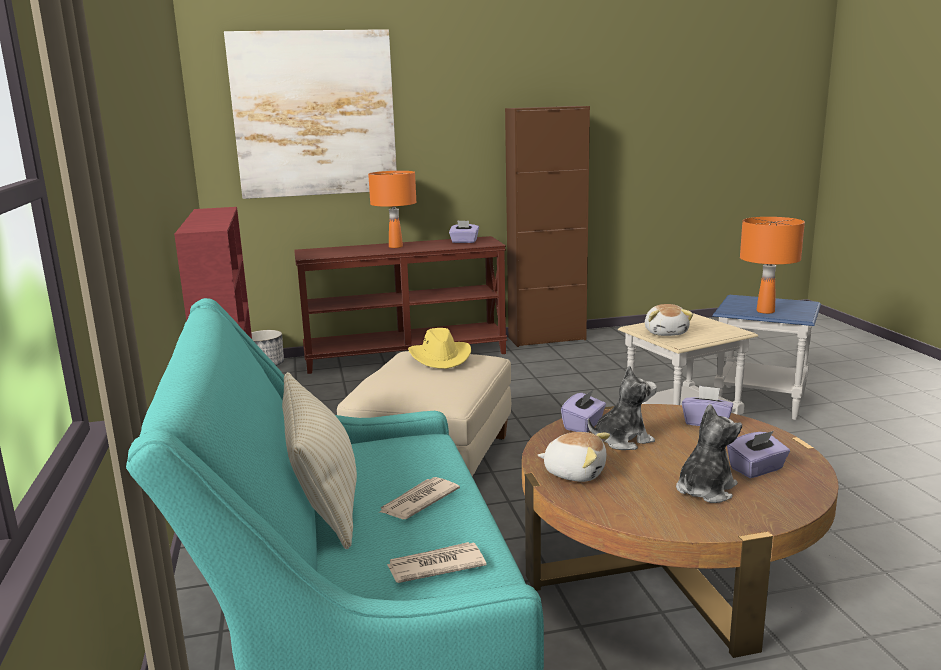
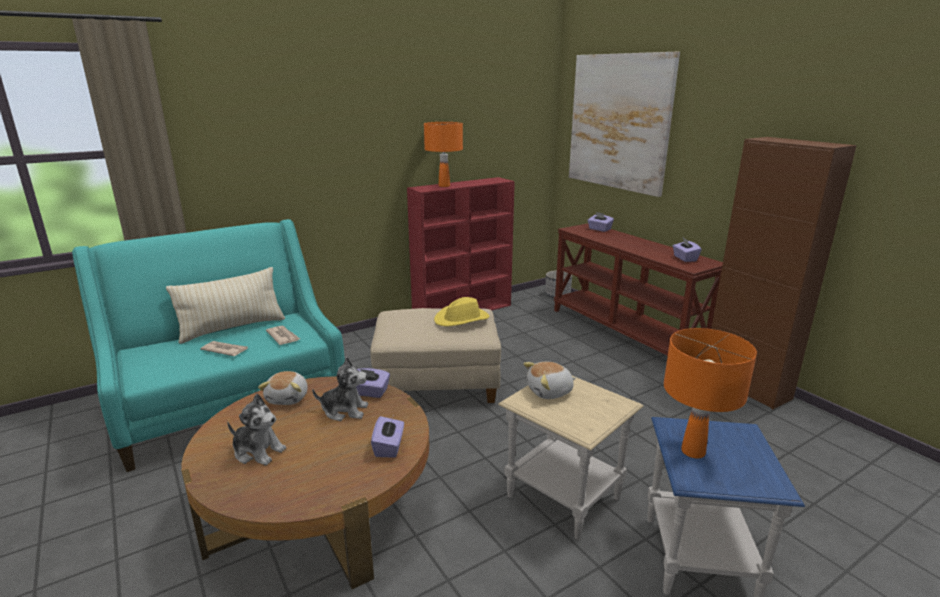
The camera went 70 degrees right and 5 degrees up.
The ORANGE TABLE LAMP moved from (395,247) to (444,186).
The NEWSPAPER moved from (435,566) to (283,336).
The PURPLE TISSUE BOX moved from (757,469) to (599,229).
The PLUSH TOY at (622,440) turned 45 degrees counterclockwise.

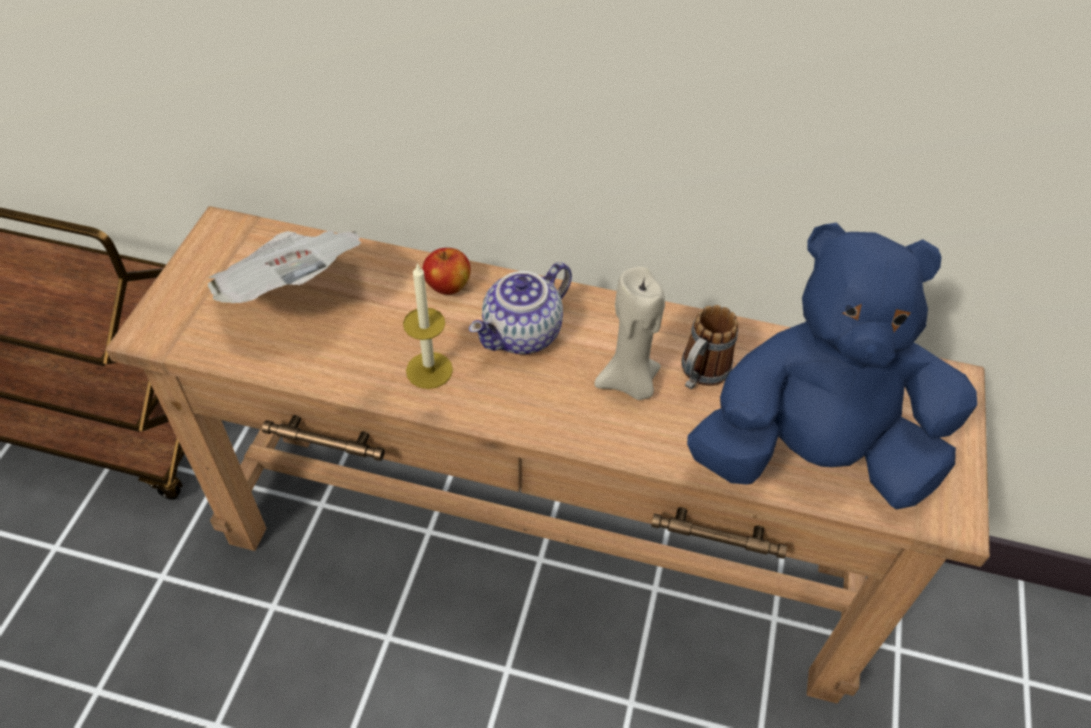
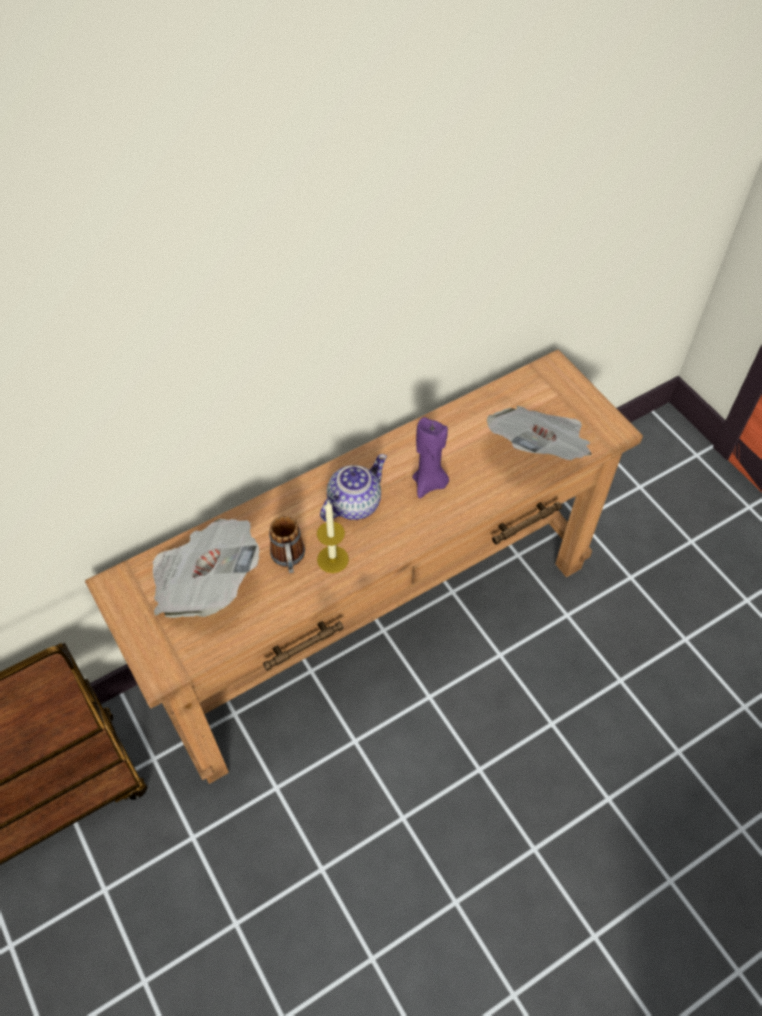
The camera went 45 degrees left and 5 degrees up.
The APPLE at (448,286) disappeared.
The MUG moved from (699,375) to (289,560).
The BLUE PLUSH TOY at (813,455) was replaced by the NEWSPAPER at (539,449).
The BEIGE CANDLE at (629,383) became the PURPLE CANDLE at (429,483).
The TEAPOT at (523,335) turned 135 degrees counterclockwise.

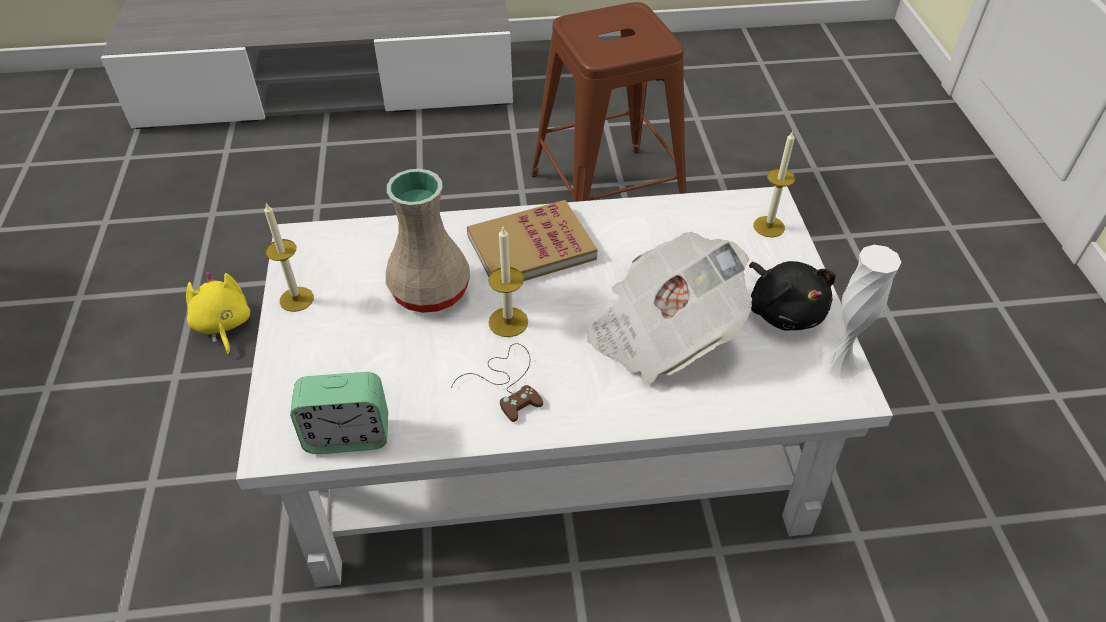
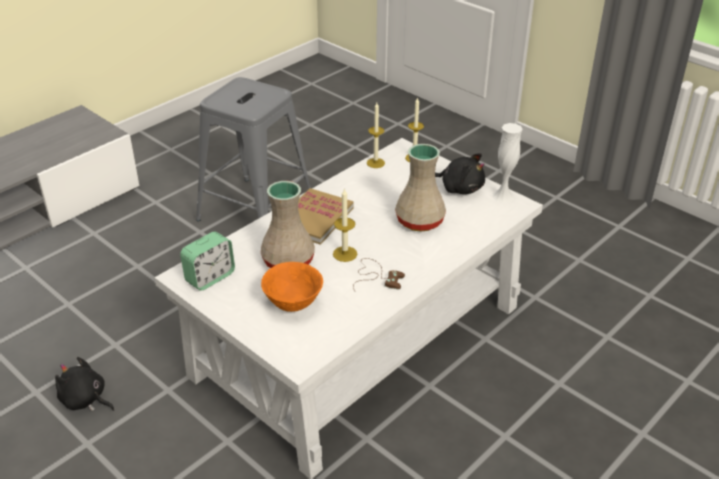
The camera went 40 degrees left and 10 degrees down.
The ORANGE BOWL at (293,304) appeared.
The CANDLE moved from (296,299) to (375,163).
The ALARM CLOCK moved from (348,435) to (210,277).
The NEWSPAPER at (662,333) was replaced by the BEIGE VASE at (420,222).
The YELLOW PLUSH TOY at (223,325) became the BLACK PLUSH TOY at (85,400).
The BROWN STOOL at (606,197) became the GREY STOOL at (256,211).

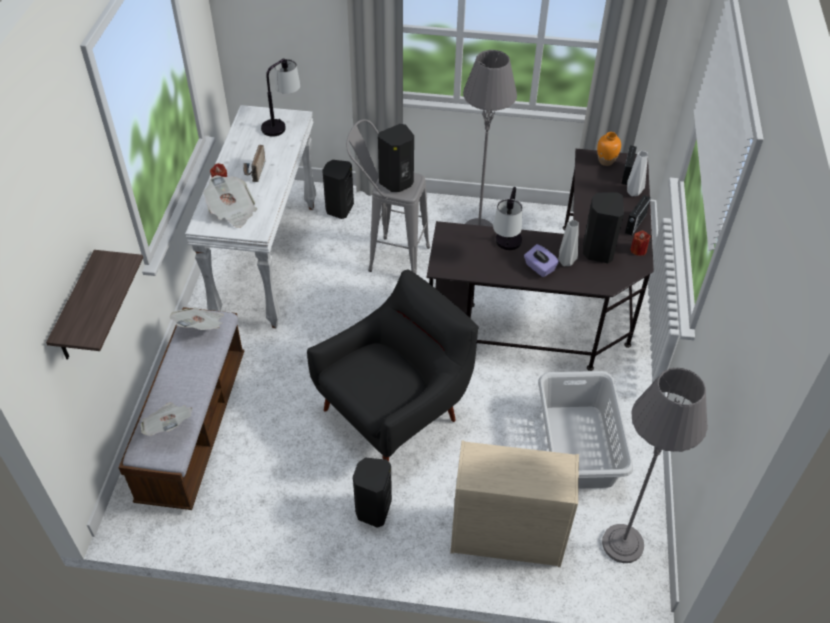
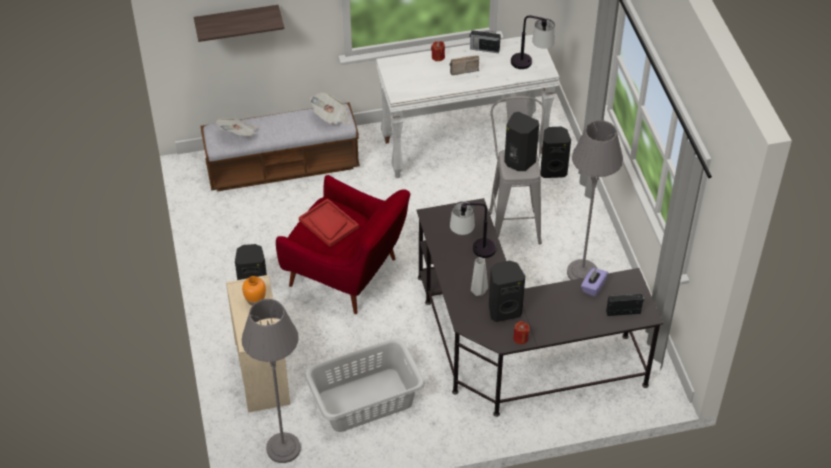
The camera went 70 degrees right and 0 degrees up.
The NEWSPAPER at (232,211) disappeared.
The WHITE VASE at (634,193) disappeared.
The RED TRAY at (328,224) appeared.
The PURPLE TISSUE BOX moved from (539,268) to (593,287).
The ORANGE VASE moved from (606,161) to (255,301).
The RADIO moved from (635,224) to (484,49).
The BLACK ARMCHAIR at (395,411) became the RED ARMCHAIR at (348,275).

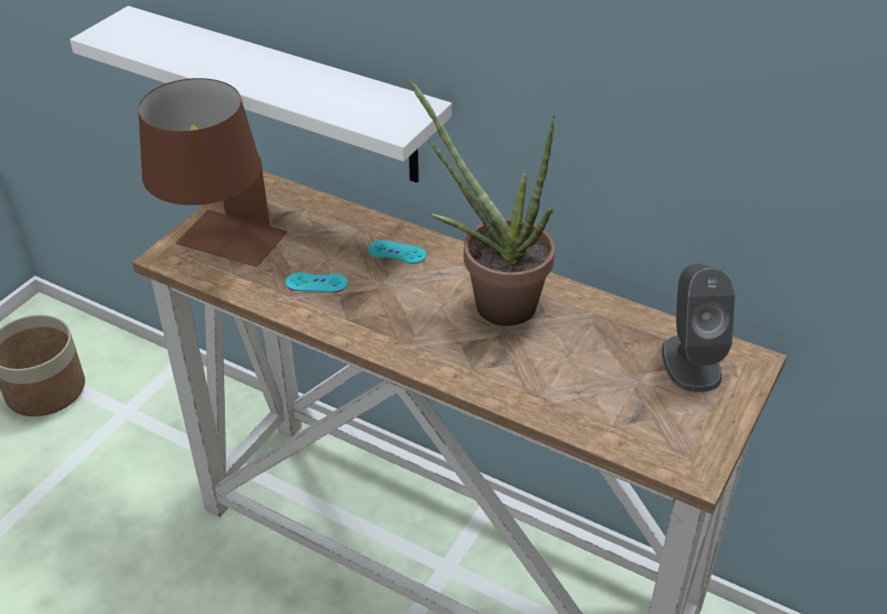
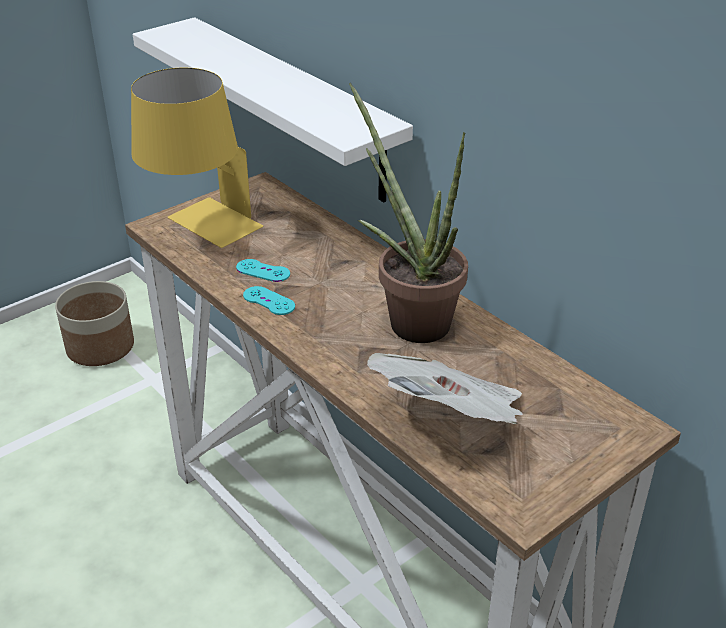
The camera went 20 degrees right and 5 degrees down.
The GREY SPEAKER at (691,362) disappeared.
The NEWSPAPER at (451,418) appeared.
The TURQUOISE GAME CONTROLLER moved from (397,252) to (269,301).
The BROWN TABLE LAMP at (221,250) became the YELLOW TABLE LAMP at (200,229).

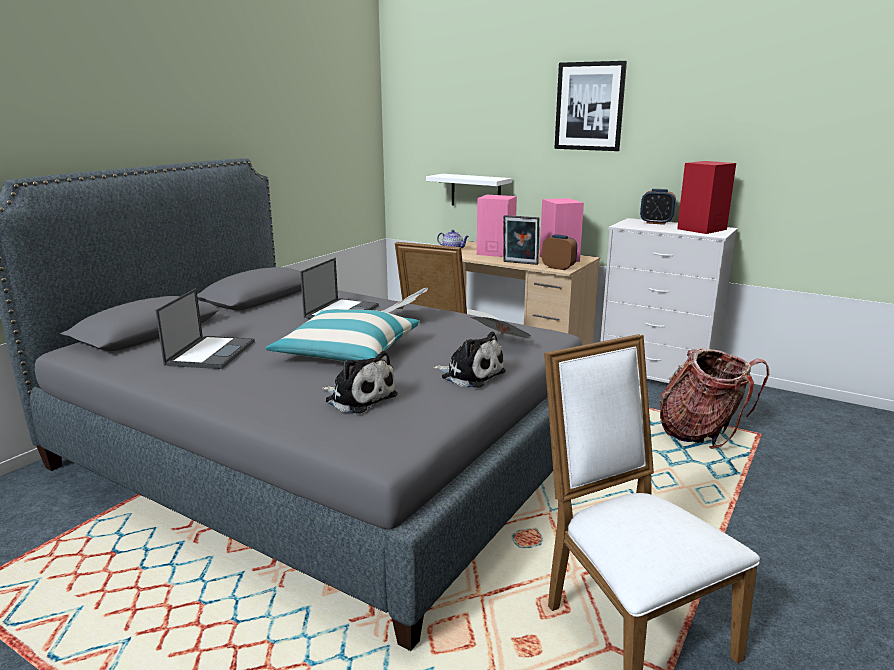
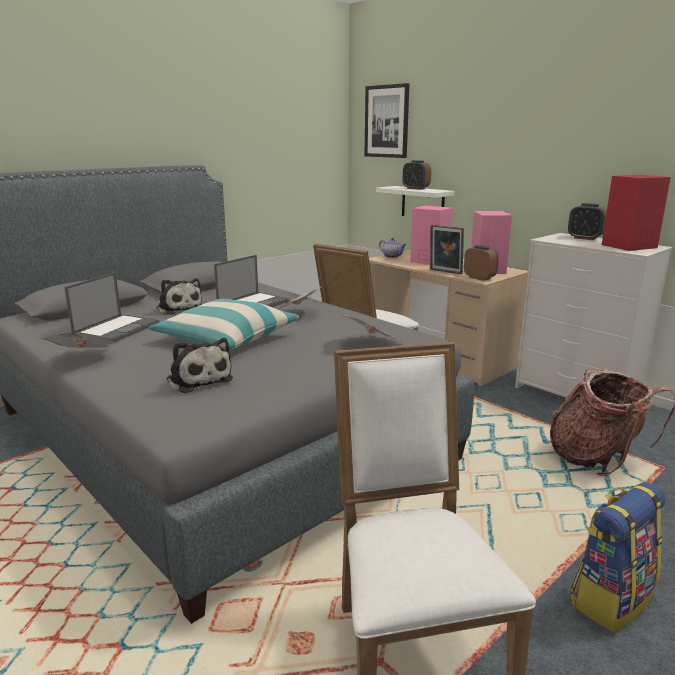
The camera went 15 degrees right and 0 degrees up.
The NEWSPAPER at (84,358) appeared.
The ALARM CLOCK at (416,189) appeared.
The BACKPACK at (610,598) appeared.
The PLUSH TOY moved from (470,375) to (179,308).
The PICTURE moved from (589,106) to (386,121).

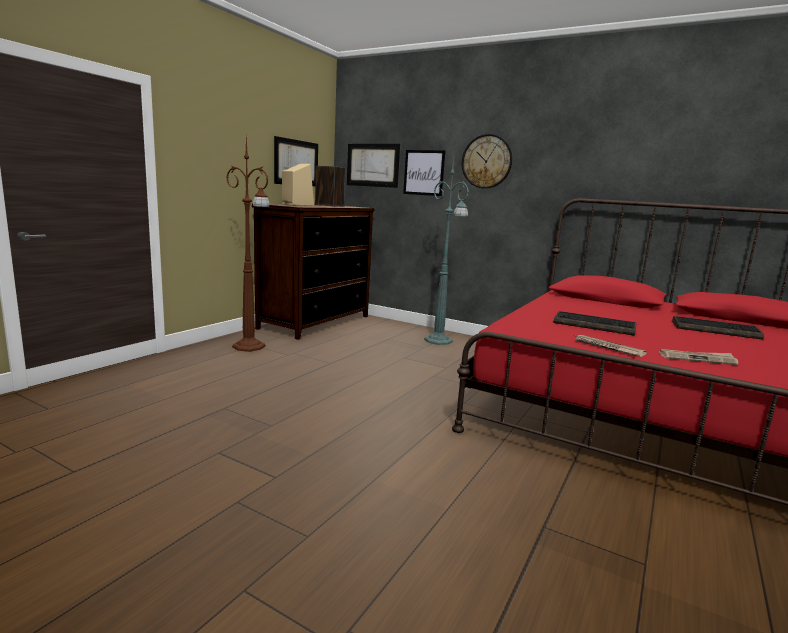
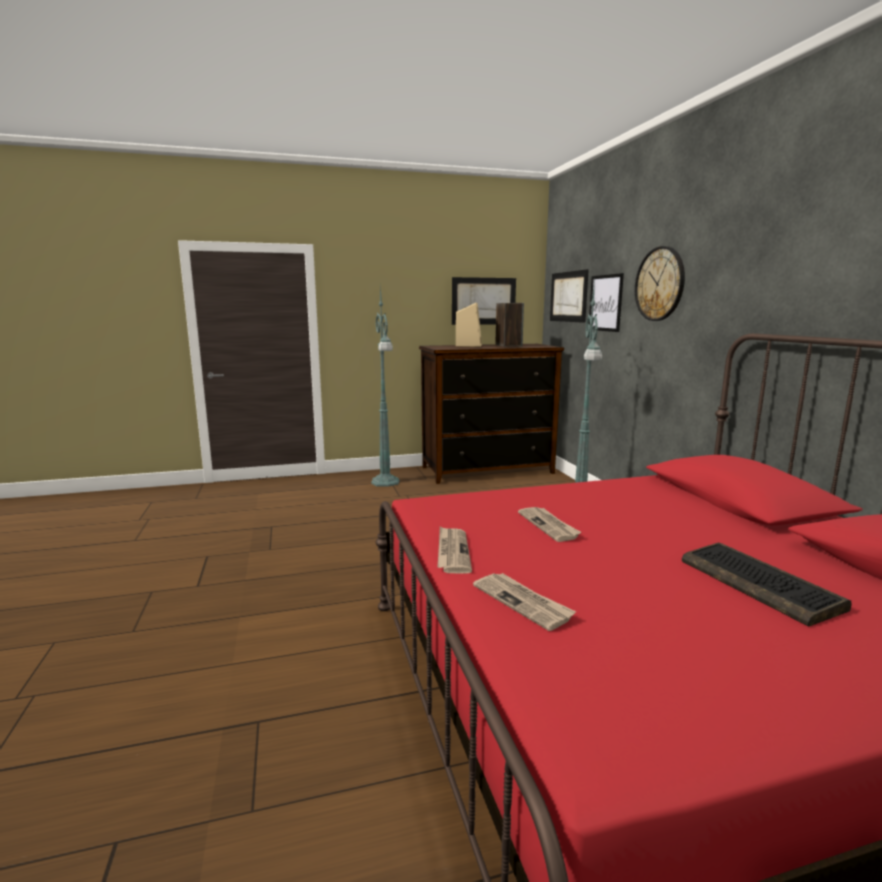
The camera went 45 degrees right and 0 degrees up.
The KEYBOARD at (595,325) was replaced by the NEWSPAPER at (549,525).
The BROWN FLOOR LAMP at (250,347) became the GREEN FLOOR LAMP at (385,482).

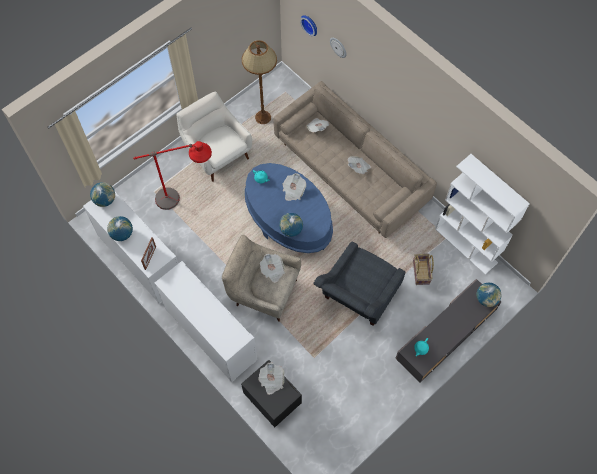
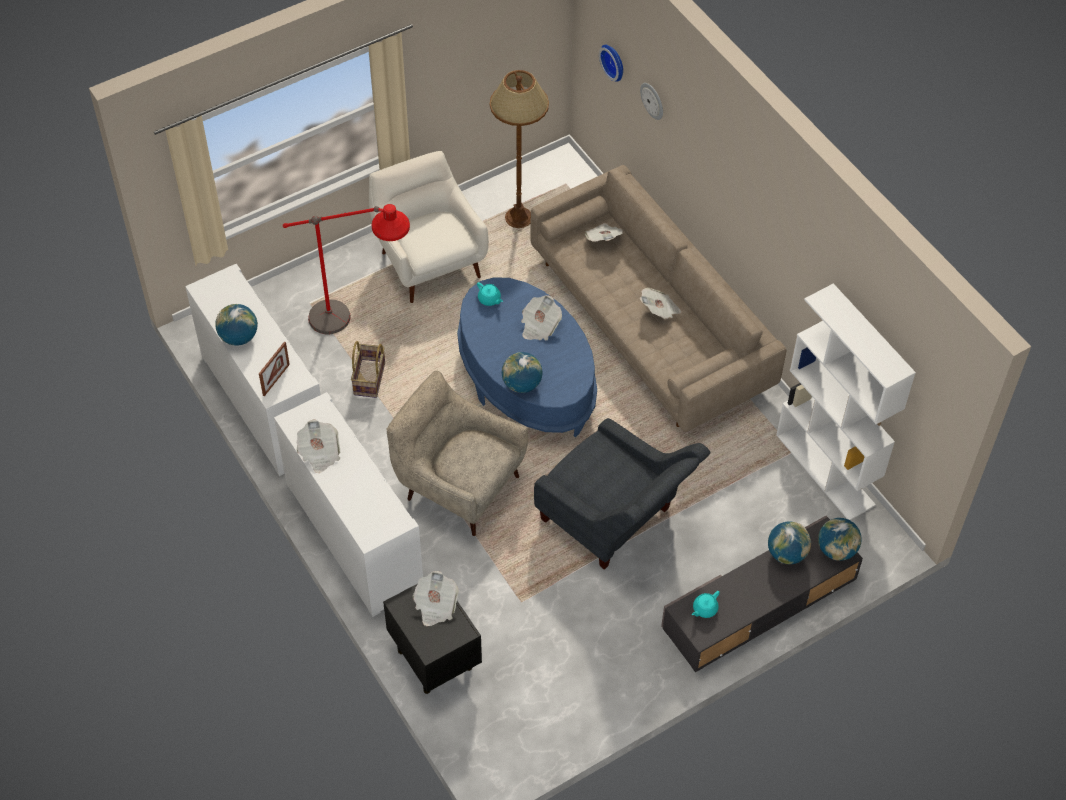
The camera went 10 degrees right and 10 degrees down.
The GLOBE moved from (105,200) to (786,554).
The NEWSPAPER moved from (272,271) to (319,453).
The BASKET moved from (421,272) to (370,379).
The GREY ARMCHAIR at (356,299) turned 90 degrees counterclockwise.

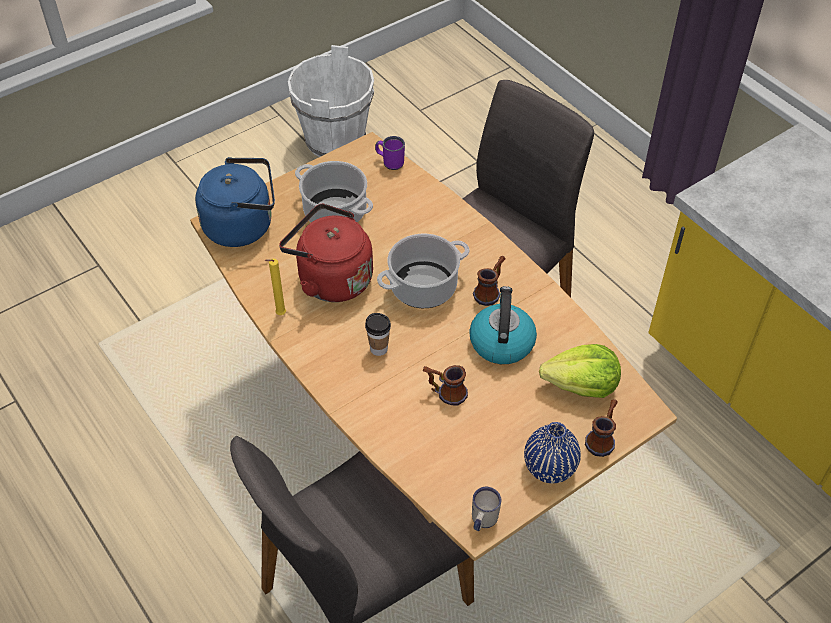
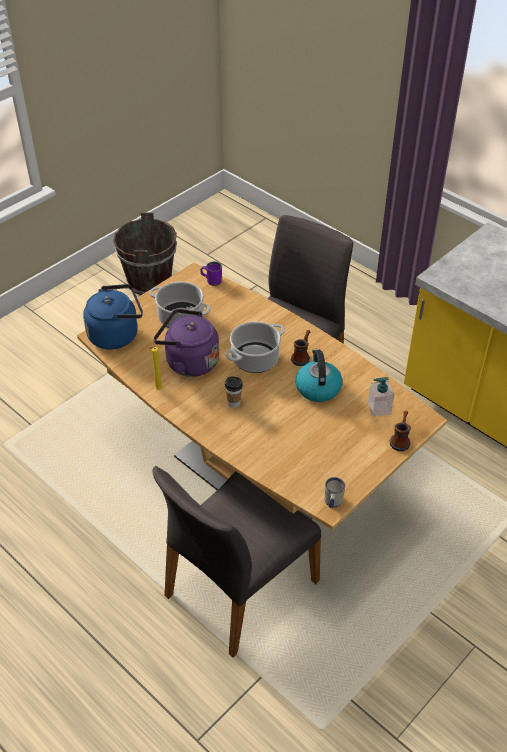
The camera went 10 degrees left and 5 degrees down.
The MUG at (445,393) disappeared.
The BLUE VASE at (549,468) disappeared.
The LETTUCE at (581,386) was replaced by the SOAP DISPENSER at (379,408).
The RED KETTLE at (331,279) became the PURPLE KETTLE at (188,362).
The WHITE BUCKET at (335,141) became the BROWN BUCKET at (150,282).

